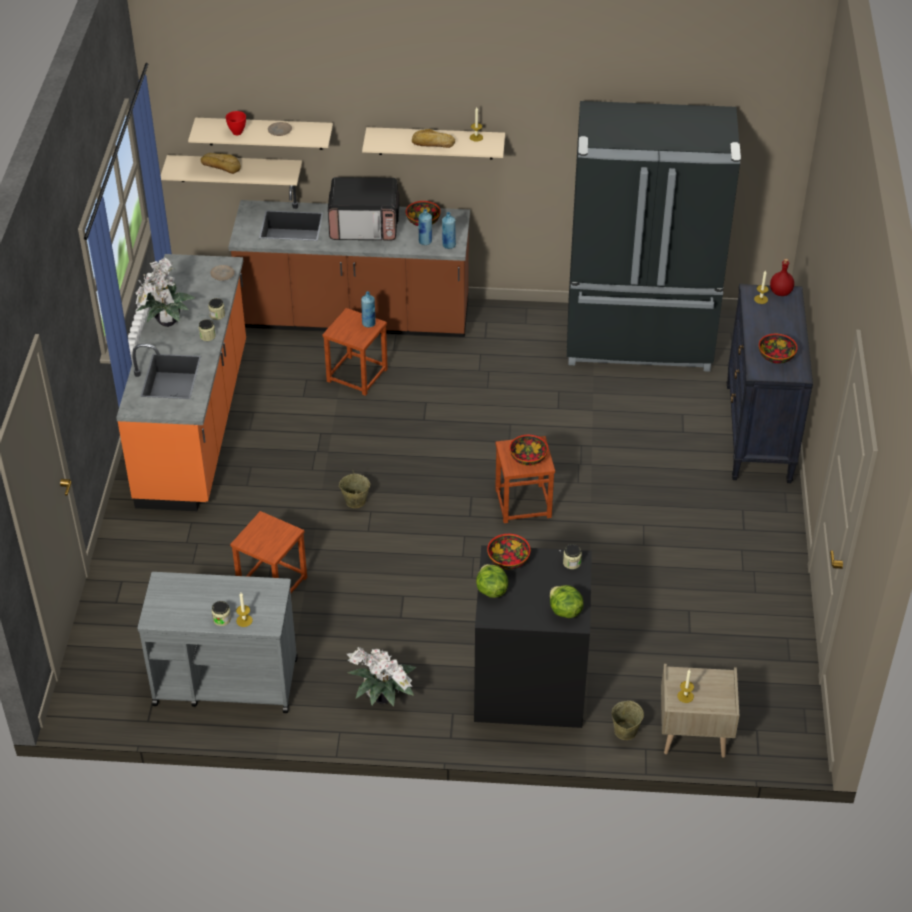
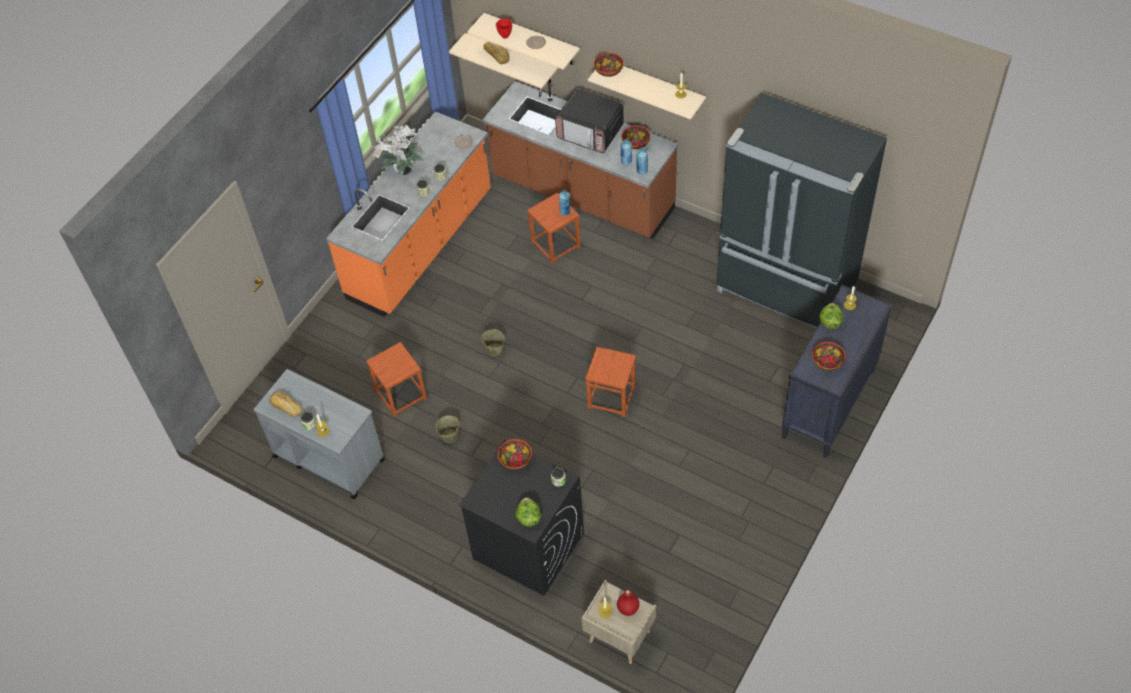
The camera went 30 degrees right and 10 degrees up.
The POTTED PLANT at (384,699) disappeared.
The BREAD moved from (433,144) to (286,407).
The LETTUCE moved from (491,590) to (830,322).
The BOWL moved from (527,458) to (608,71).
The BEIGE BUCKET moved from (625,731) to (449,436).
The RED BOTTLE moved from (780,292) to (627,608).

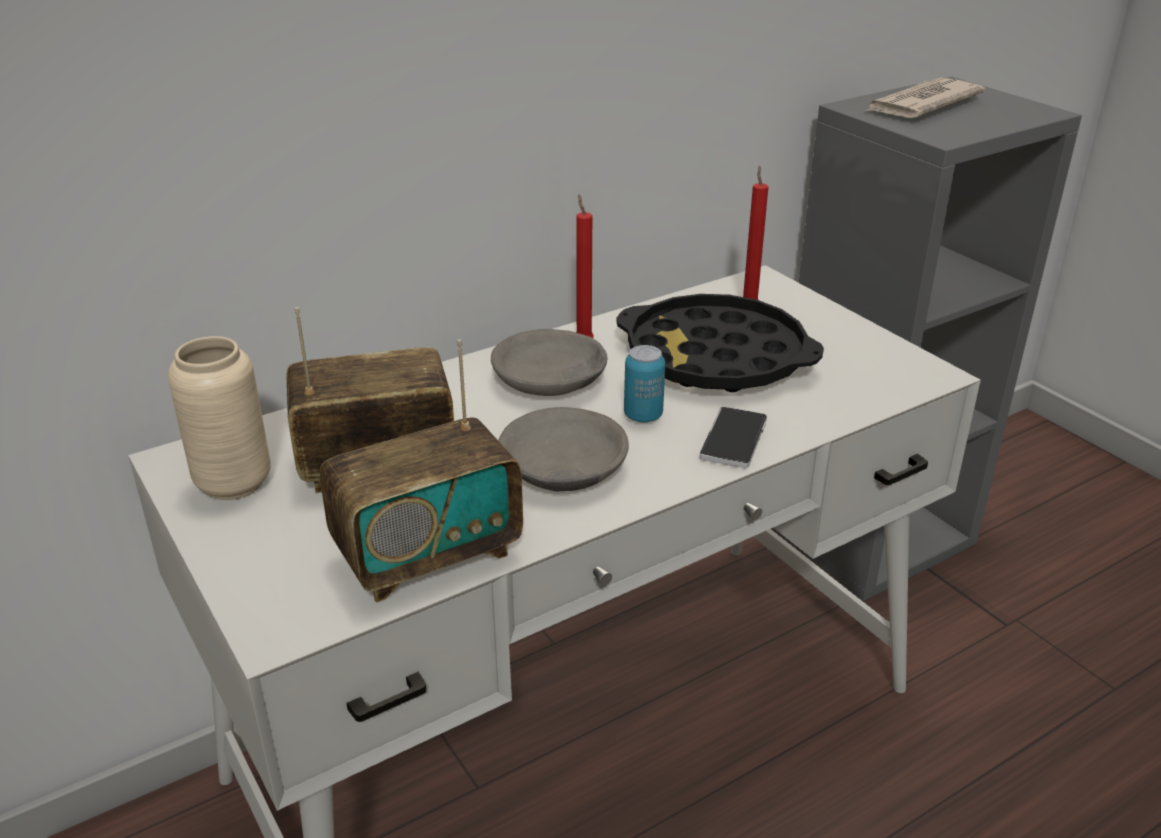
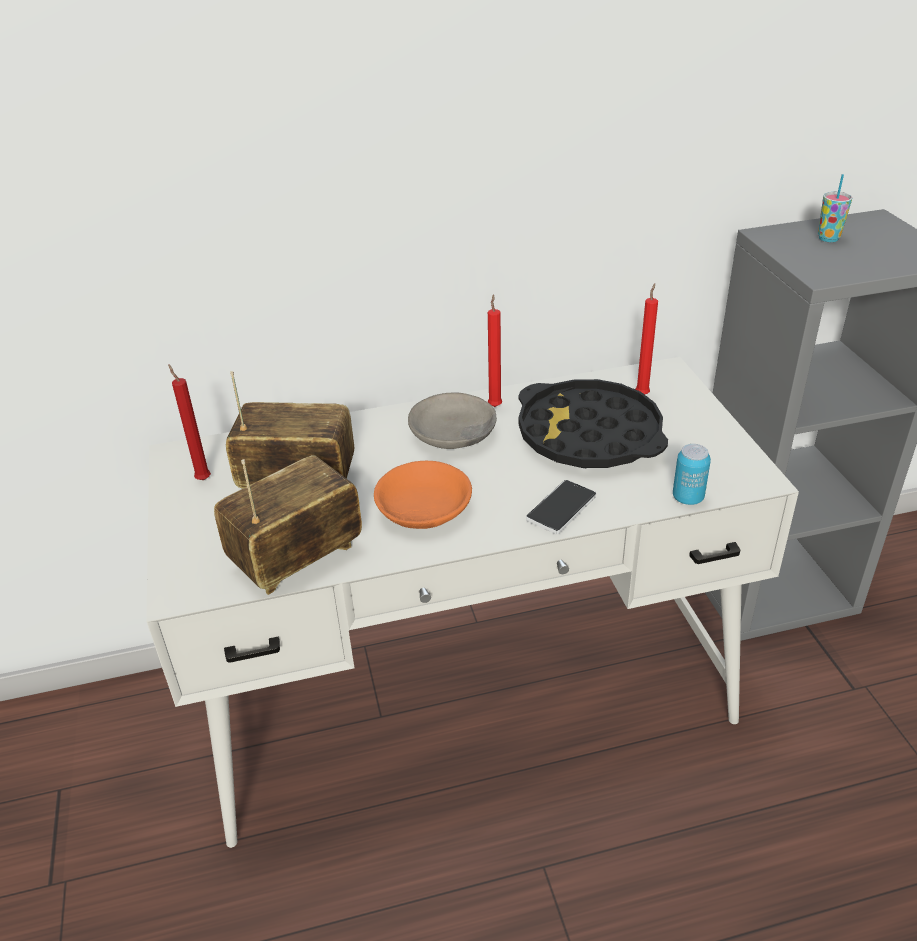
The camera went 20 degrees right and 5 degrees up.
The CAN moved from (643,415) to (688,498).
The BEIGE VASE at (234,483) was replaced by the RED CANDLE at (202,478).
The NEWSPAPER at (920,105) was replaced by the CUP at (828,238).
The GREY BOWL at (562,468) became the ORANGE BOWL at (422,508).
The RADIO at (428,556) turned 150 degrees clockwise.

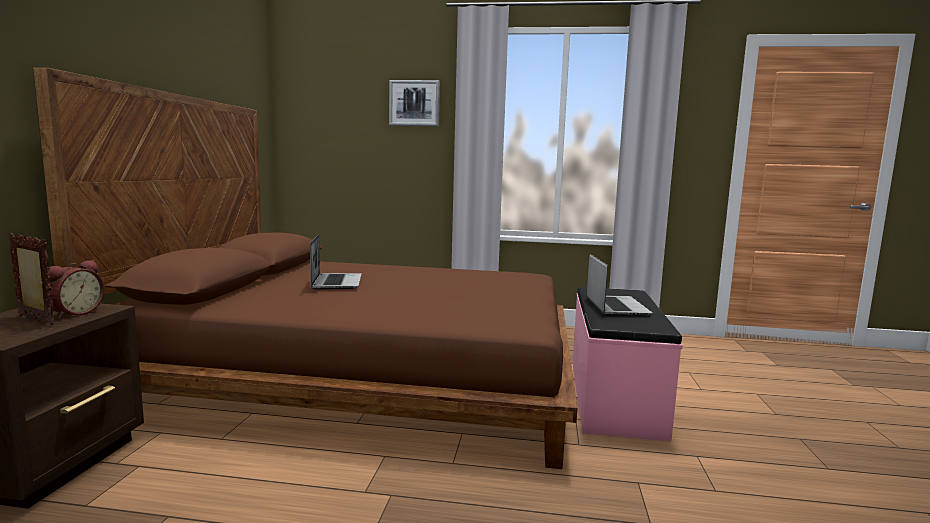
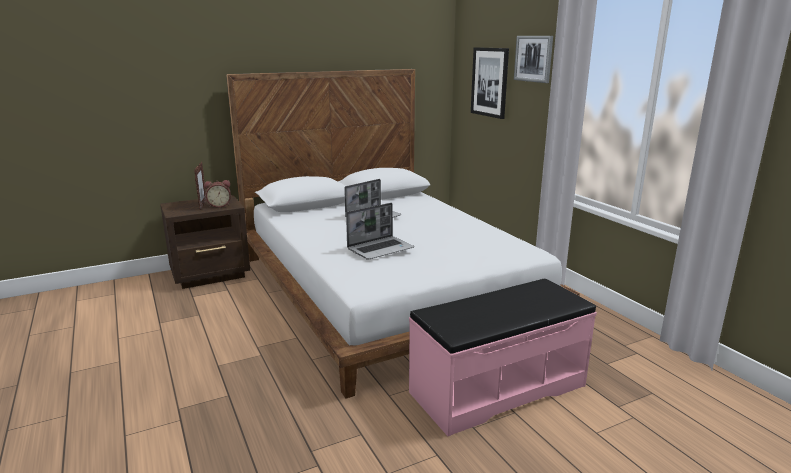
The camera went 55 degrees right and 10 degrees up.
The PICTURE at (490,82) appeared.
The LAPTOP moved from (615,307) to (380,249).
The BROWN BED at (366,375) became the WHITE BED at (387,290).

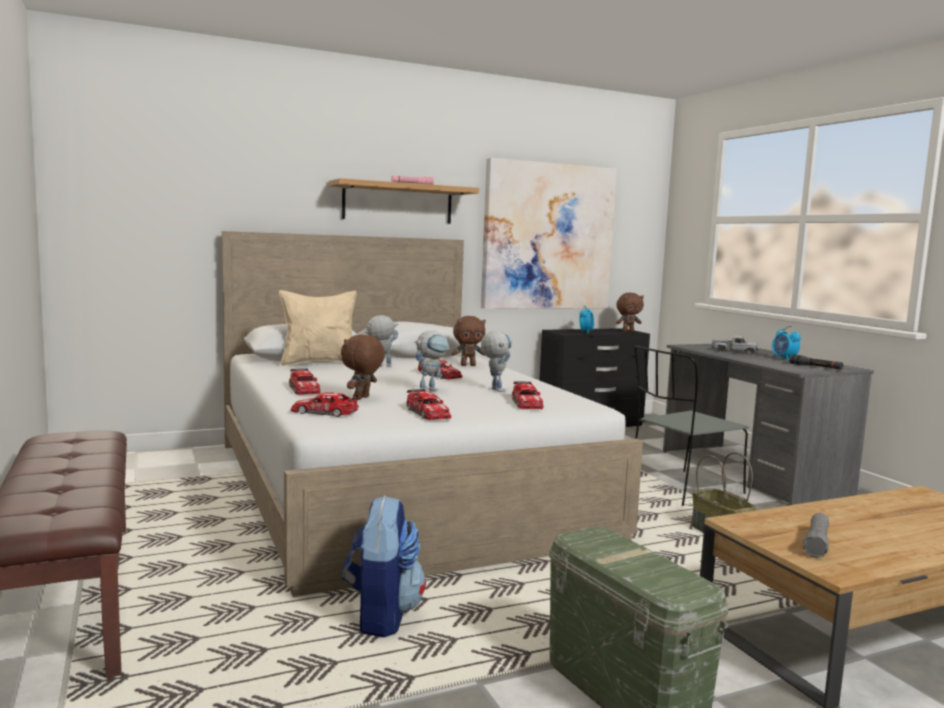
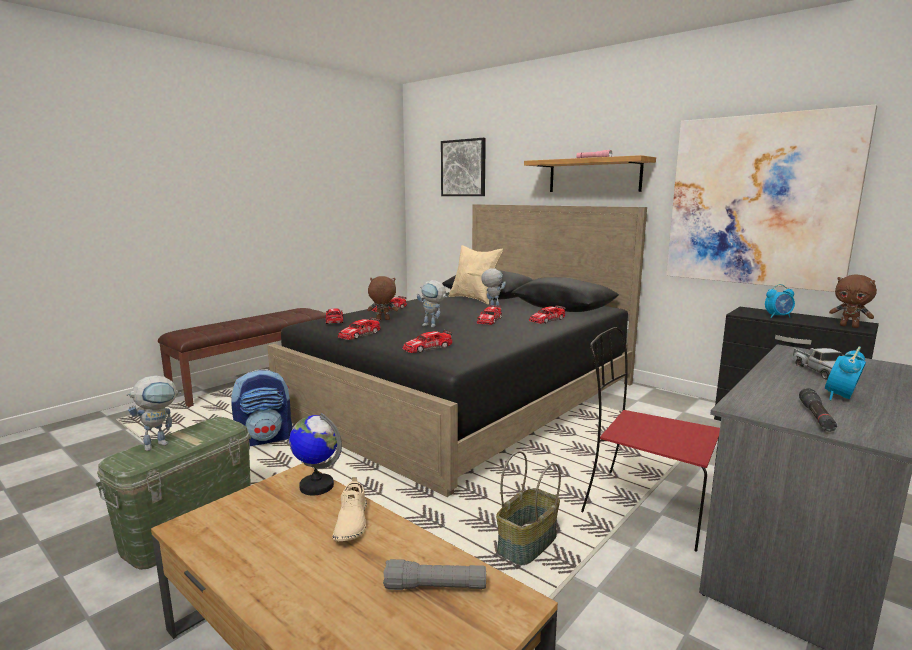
The camera went 65 degrees right and 5 degrees up.
The GLOBE at (316,486) appeared.
The BEIGE SHOE at (350,522) appeared.
The PICTURE at (463,168) appeared.
The TOY ROBOT moved from (494,389) to (161,443).
The GREY FLASHLIGHT moved from (816,543) to (435,587).
The BROWN PLUSH TOY at (468,365) was replaced by the TOY CAR at (547,320).
The WHITE BED at (398,487) became the BLACK BED at (467,398).
The GREY CHAIR at (681,488) became the RED CHAIR at (644,506).

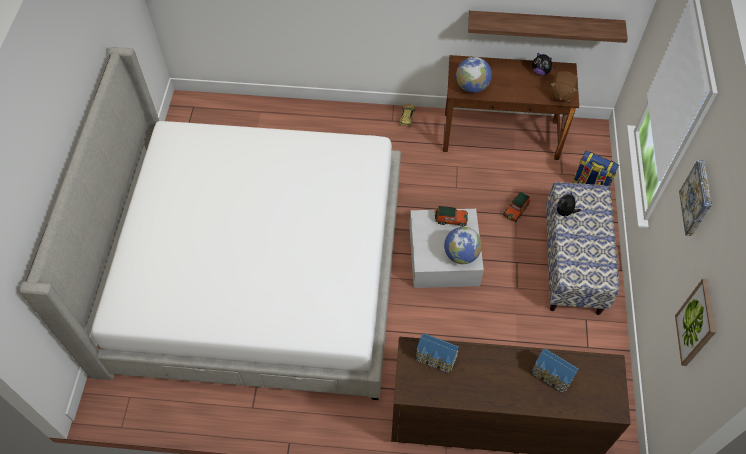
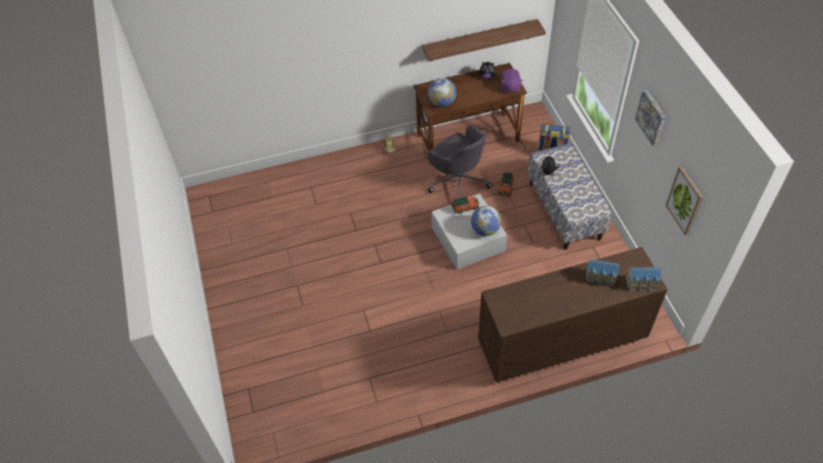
The camera went 20 degrees left and 5 degrees down.
The BED at (256,271) disappeared.
The GREY OFFICE CHAIR at (458,181) appeared.
The TOY HOUSE moved from (436,358) to (642,284).
The BROWN PLUSH TOY at (561,94) became the PURPLE PLUSH TOY at (509,87).

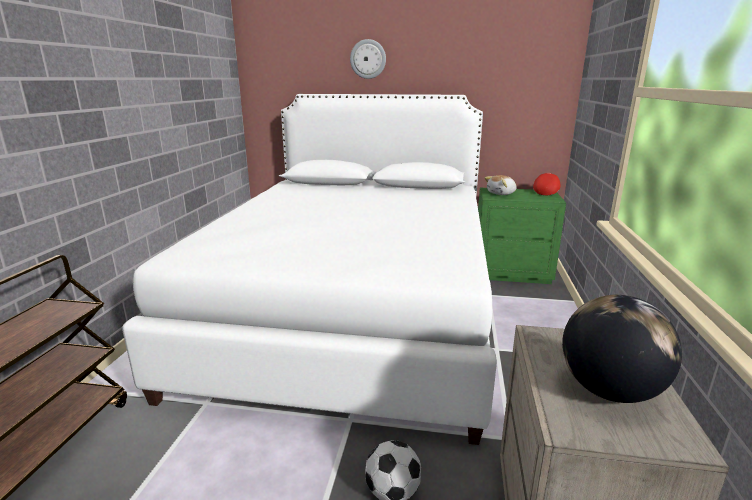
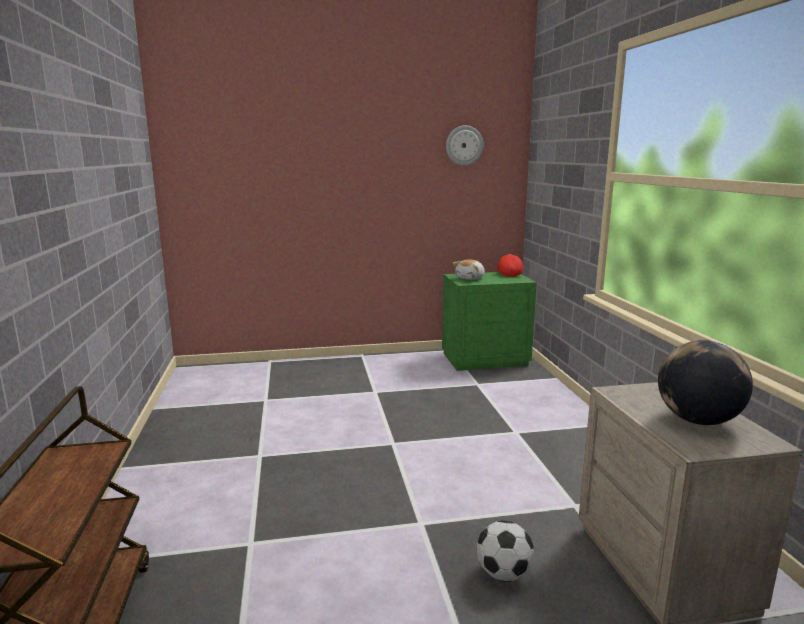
The camera went 20 degrees left and 5 degrees down.
The WHITE BED at (353,311) disappeared.
The WALL CLOCK moved from (368,59) to (464,145).

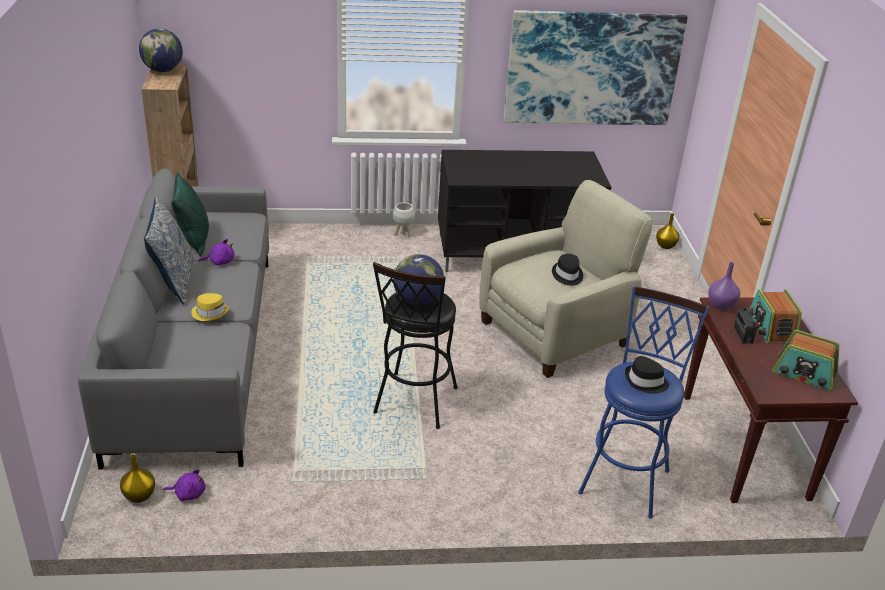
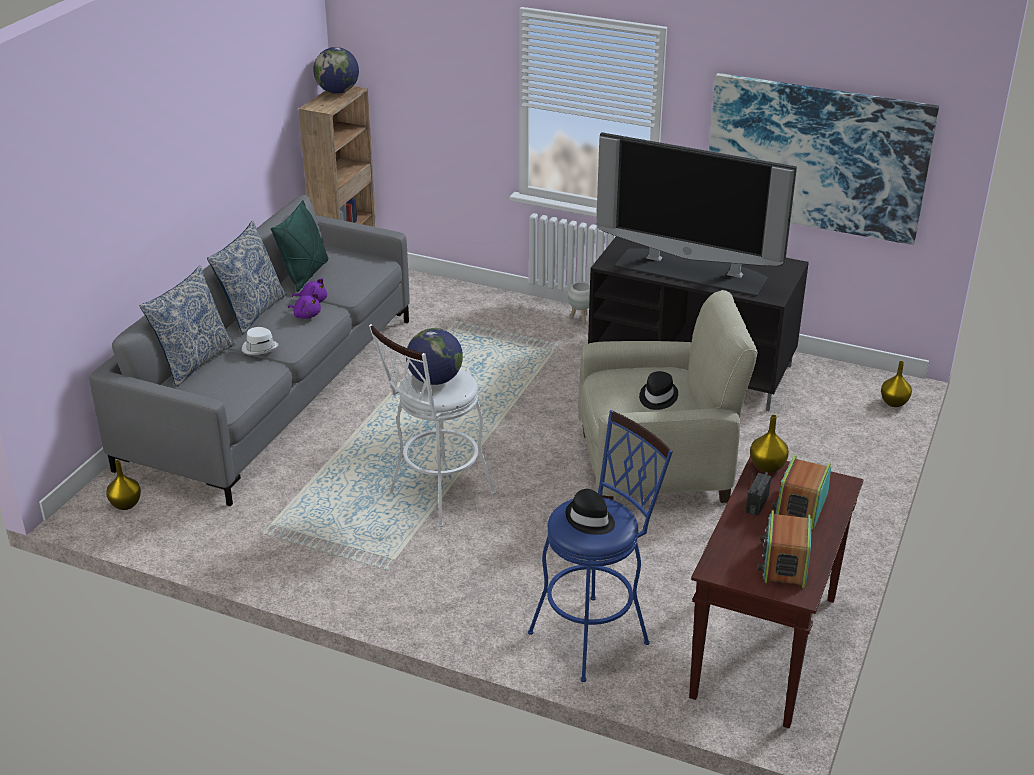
The camera went 30 degrees right and 0 degrees up.
The PILLOW at (194,361) appeared.
The TELEVISION at (692,271) appeared.
The PURPLE PLUSH TOY moved from (188,493) to (306,315).
The YELLOW HAT at (210,313) became the WHITE HAT at (259,347).
The BLACK STOOL at (413,405) became the WHITE STOOL at (435,497).
The PURPLE VASE at (720,305) became the YELLOW VASE at (767,466).
The RADIO at (804,373) turned 45 degrees clockwise.

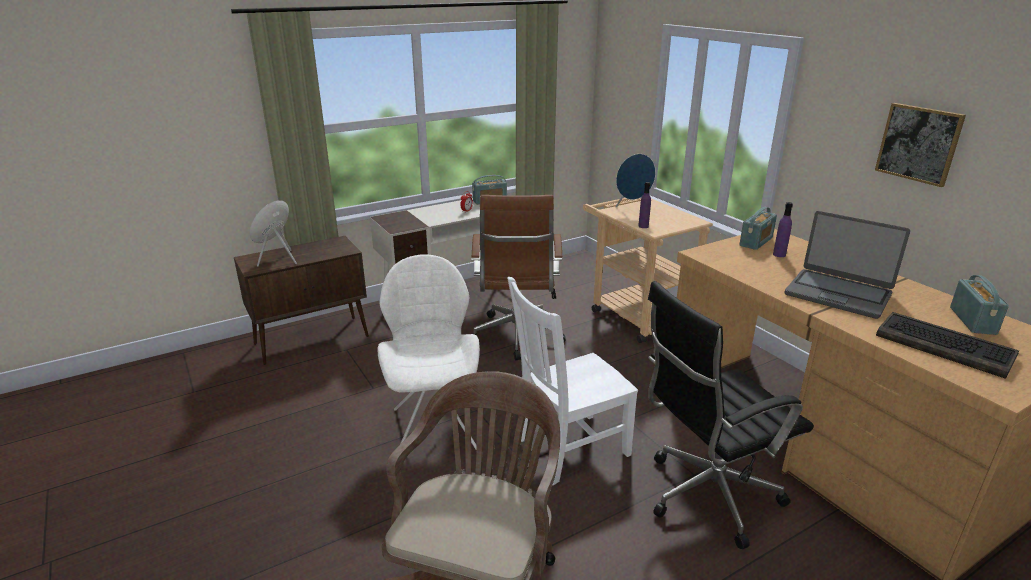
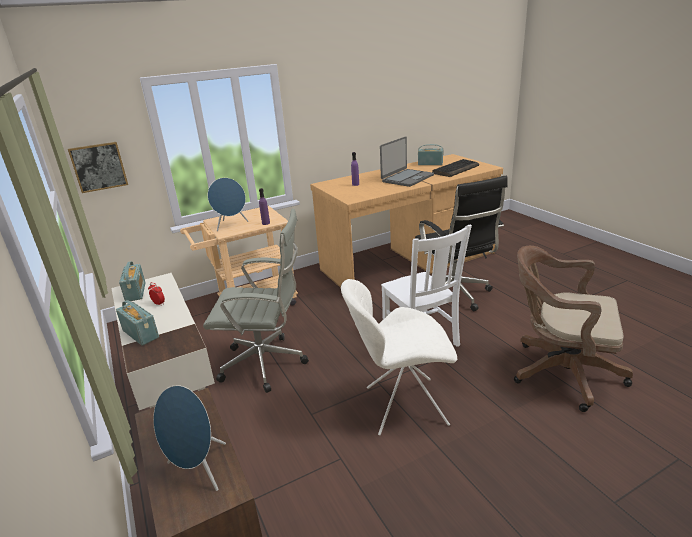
The camera went 85 degrees left and 0 degrees up.
The RADIO moved from (756,242) to (141,334).
The PICTURE moved from (918,143) to (99,167).
The BROWN OFFICE CHAIR at (516,337) became the GREY OFFICE CHAIR at (267,364).

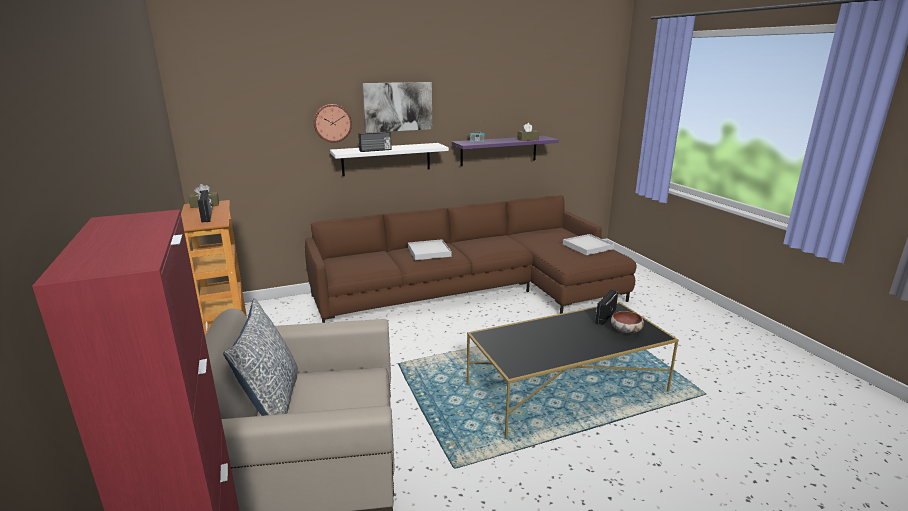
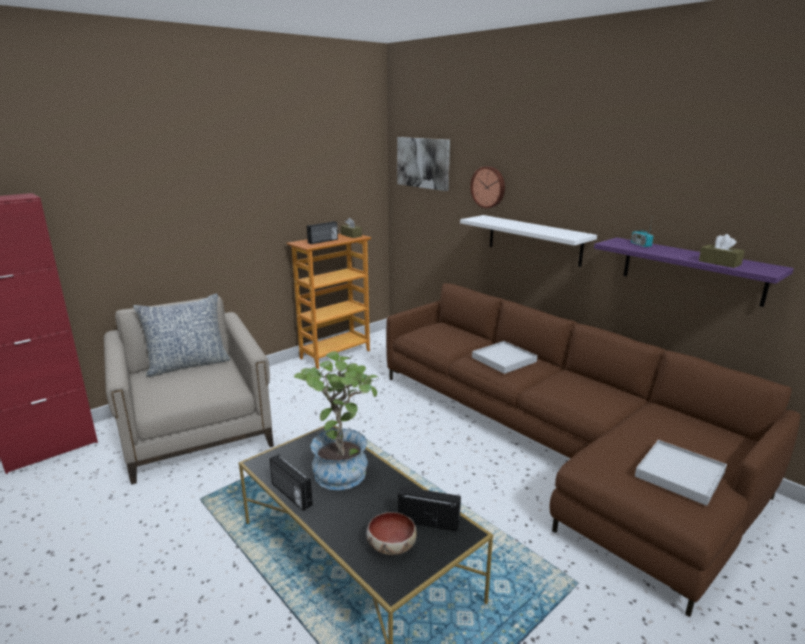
The camera went 70 degrees right and 0 degrees up.
The POTTED PLANT at (342,468) appeared.
The RADIO moved from (375,150) to (290,495).
The PICTURE moved from (398,106) to (423,163).

